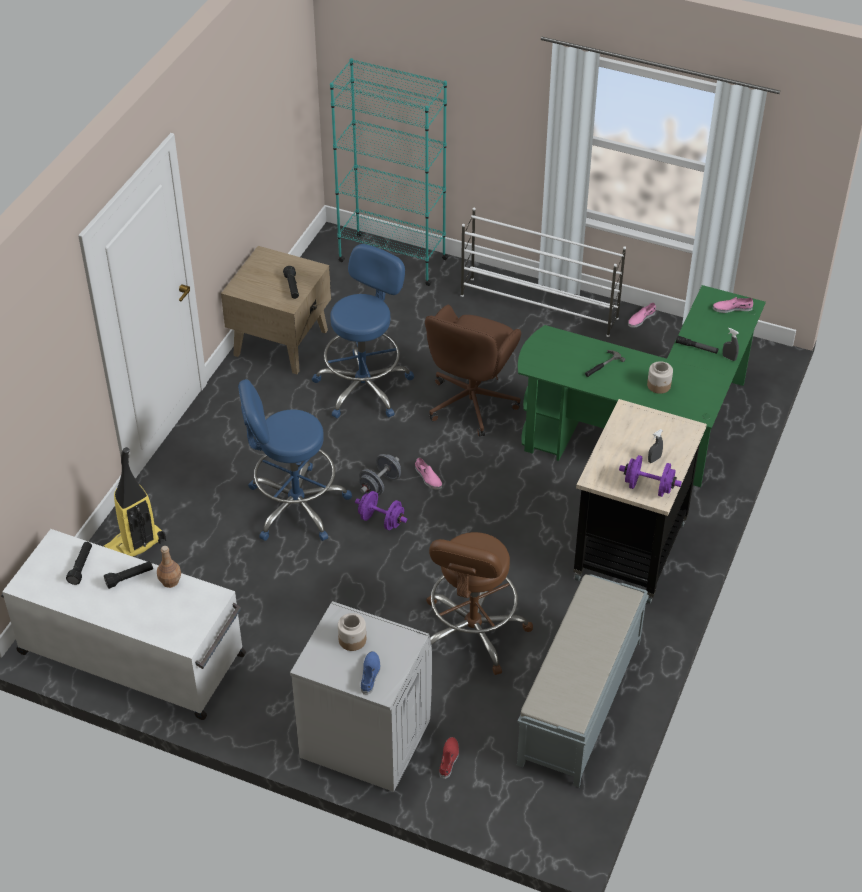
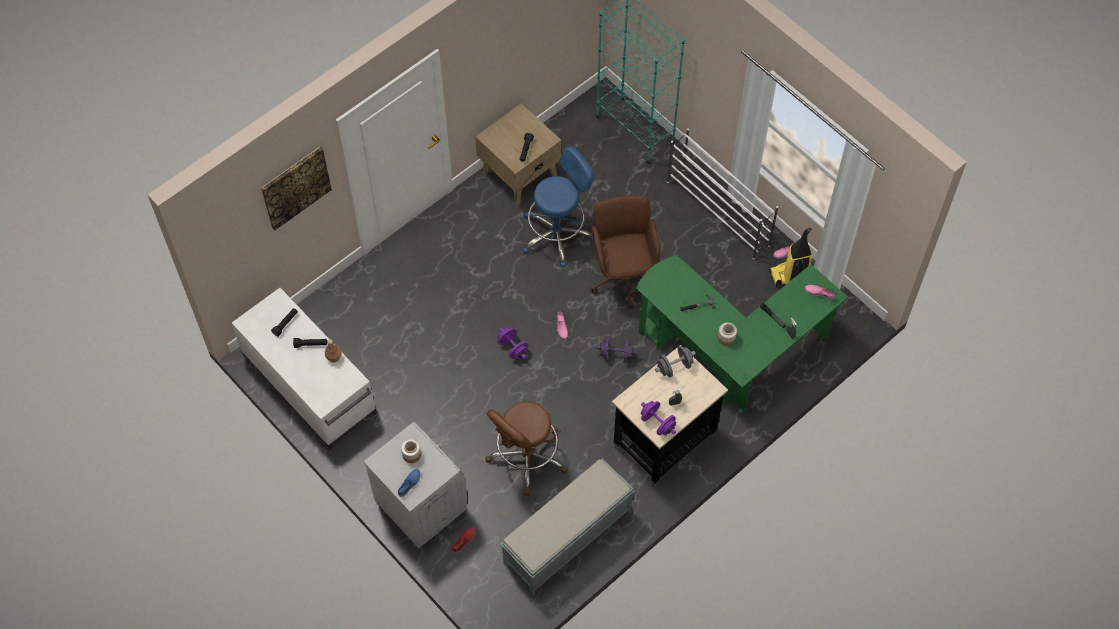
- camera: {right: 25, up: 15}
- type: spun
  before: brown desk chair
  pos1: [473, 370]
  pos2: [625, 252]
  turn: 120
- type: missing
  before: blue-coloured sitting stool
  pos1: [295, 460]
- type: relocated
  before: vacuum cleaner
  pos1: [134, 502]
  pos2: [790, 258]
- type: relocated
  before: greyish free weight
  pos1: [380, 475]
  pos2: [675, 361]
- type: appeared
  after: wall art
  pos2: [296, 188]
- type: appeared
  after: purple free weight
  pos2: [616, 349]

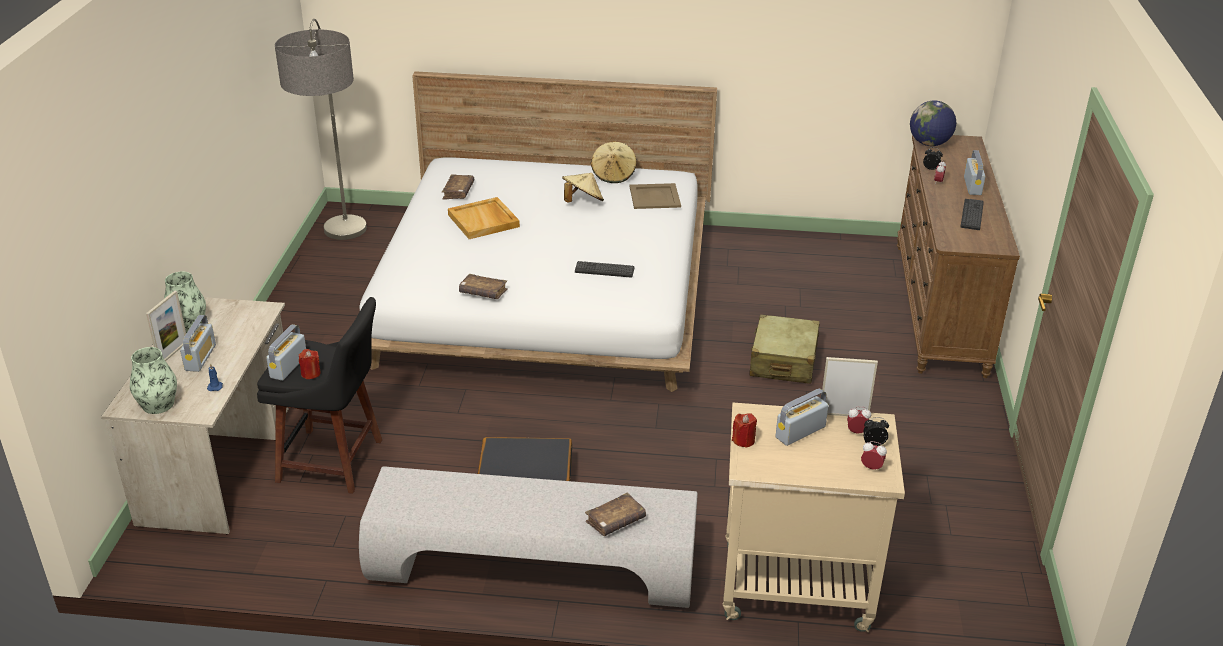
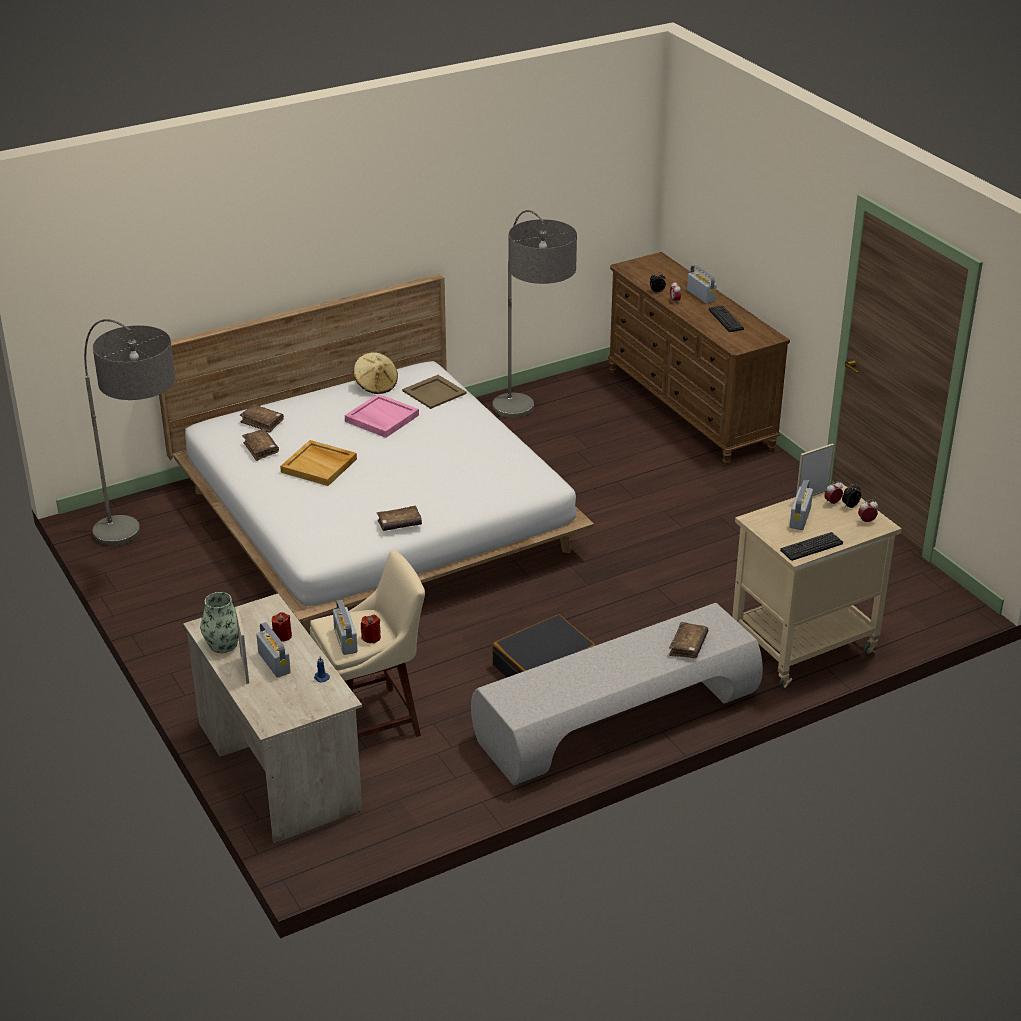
- camera: {right: -35, up: 0}
- type: missing
  before: globe
  pos1: [933, 123]
- type: exchanged
  before: beige-coloured clothing hat
  after: pink-coloured serving tray
  pos1: [583, 188]
  pos2: [382, 416]
- type: relocated
  before: keyboard
  pos1: [604, 269]
  pos2: [811, 546]
- type: colour
  before: blackish sitting stool
  after: beige-coloured sitting stool
  pos1: [319, 395]
  pos2: [367, 644]
- type: missing
  before: beige-coloured suitcase
  pos1: [784, 349]
- type: missing
  before: decorative vase
  pos1: [153, 380]
- type: relocated
  before: red candle
  pos1: [744, 430]
  pos2: [282, 627]
- type: appeared
  after: floor lamp
  pos2: [535, 314]
- type: appeared
  after: brown volume
  pos2: [262, 418]

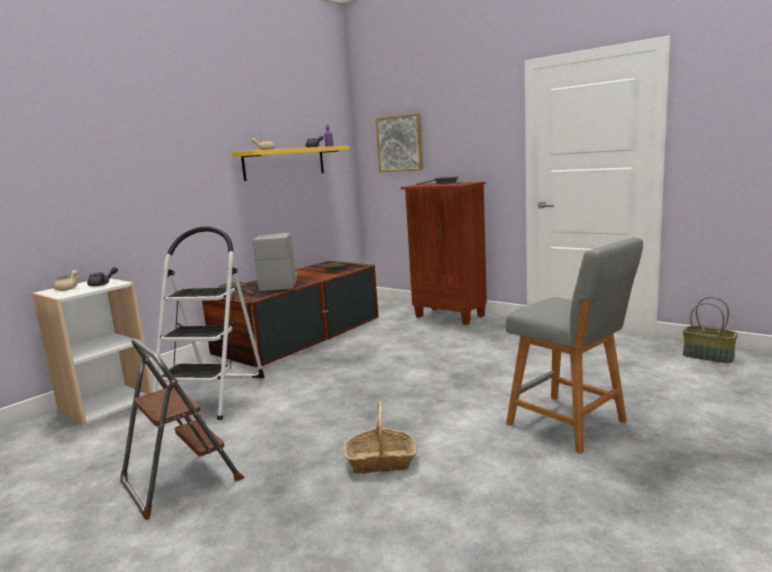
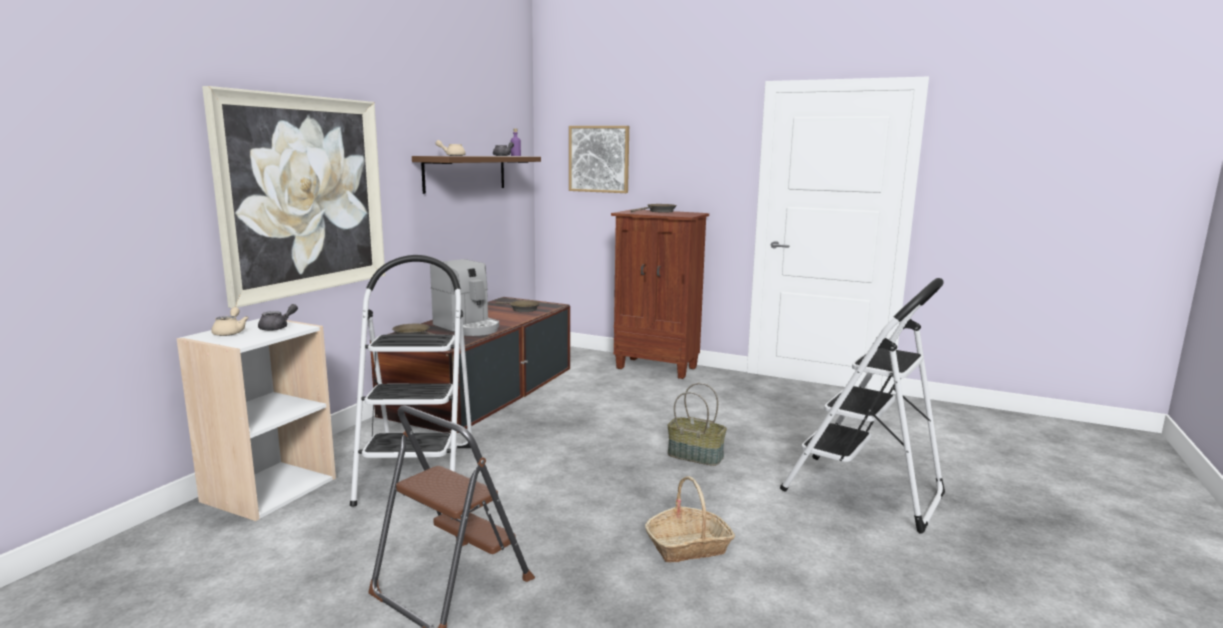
- camera: {right: -15, up: 0}
- type: colour
  before: yellow-coloured bracket shelf
  after: brown bracket shelf
  pos1: [291, 163]
  pos2: [476, 175]
- type: spun
  before: coffee machine
  pos1: [275, 262]
  pos2: [464, 297]
  turn: 150
- type: exchanged
  before: greyish sitting stool
  after: step stool
  pos1: [574, 346]
  pos2: [862, 406]
- type: relocated
  before: storage basket
  pos1: [710, 330]
  pos2: [697, 424]
- type: appeared
  after: wall art
  pos2: [293, 197]

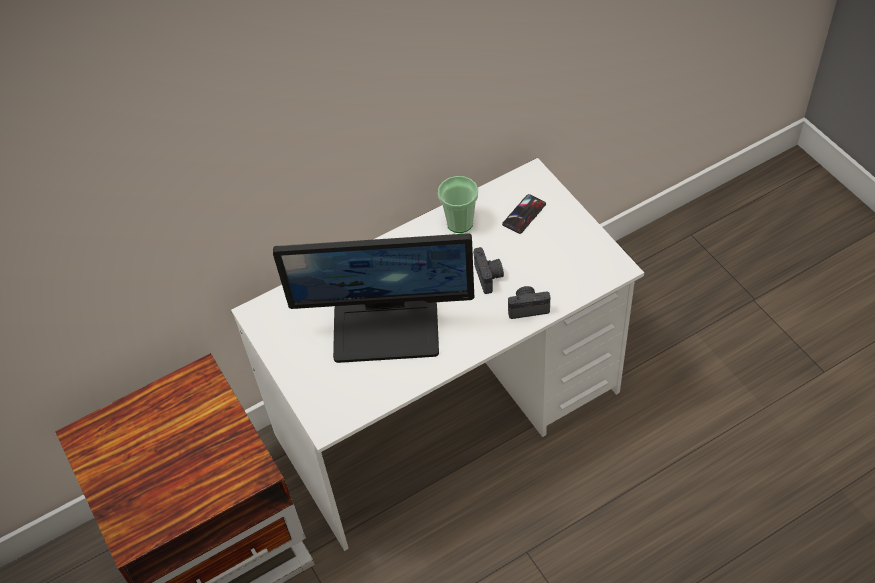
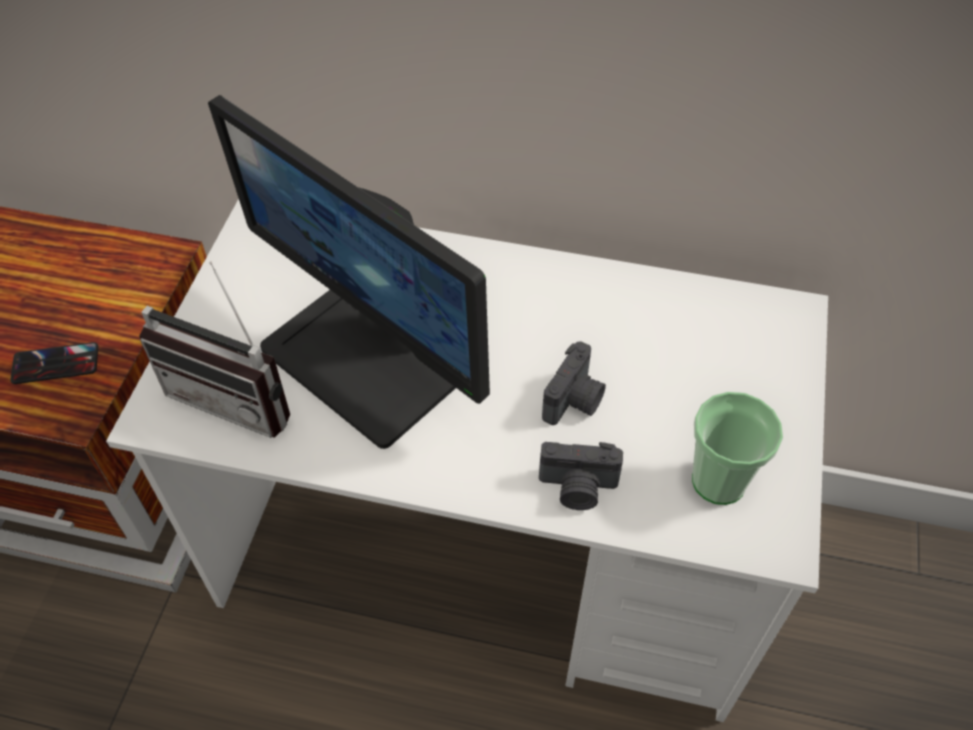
- camera: {right: 40, up: 0}
- type: relocated
  before: small cup
  pos1: [458, 204]
  pos2: [737, 448]
- type: relocated
  before: telephone
  pos1: [524, 214]
  pos2: [54, 363]
- type: spun
  before: still camera
  pos1: [529, 302]
  pos2: [581, 476]
  turn: 150
- type: appeared
  after: radio receiver
  pos2: [214, 349]

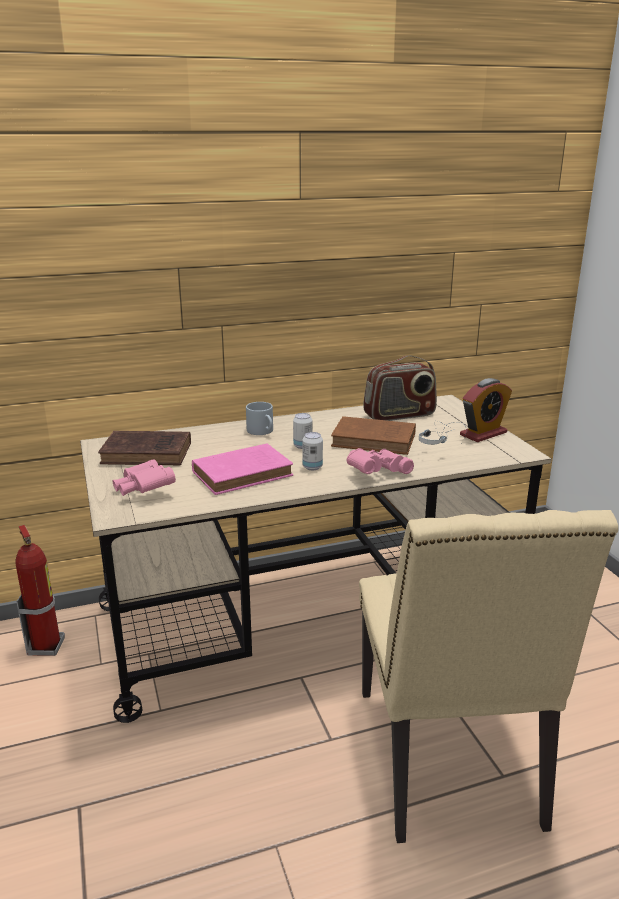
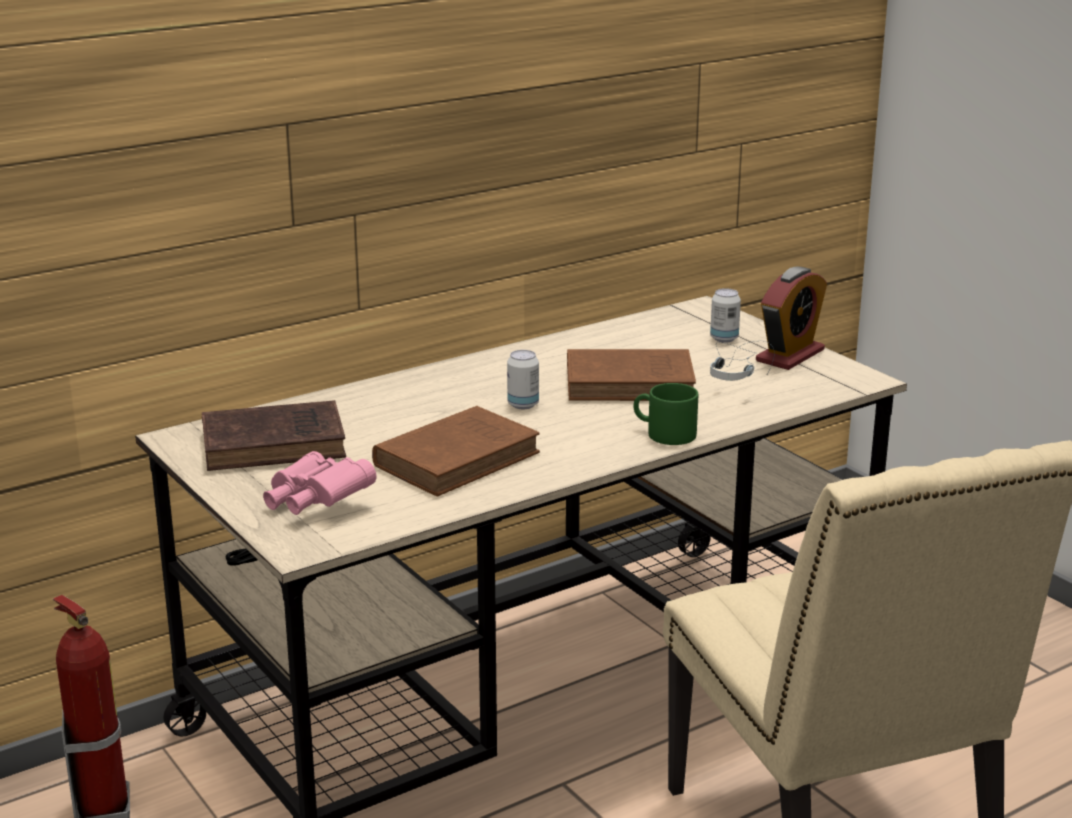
- camera: {right: -15, up: 0}
- type: missing
  before: radio receiver
  pos1: [400, 388]
- type: missing
  before: greyish tea mug
  pos1: [259, 418]
- type: relocated
  before: sealed can
  pos1: [312, 451]
  pos2: [725, 315]
- type: colour
  before: pink-coloured volume
  after: brown volume
  pos1: [242, 469]
  pos2: [456, 451]
- type: exchanged
  before: pink-coloured binoculars
  after: green-coloured tea mug
  pos1: [380, 461]
  pos2: [666, 414]

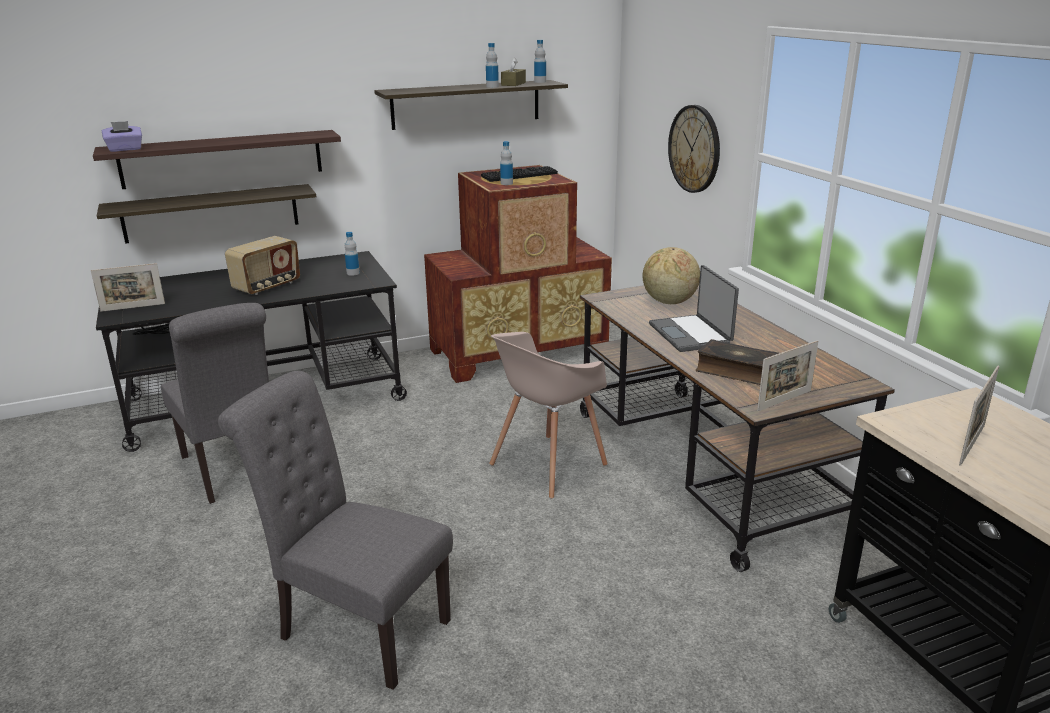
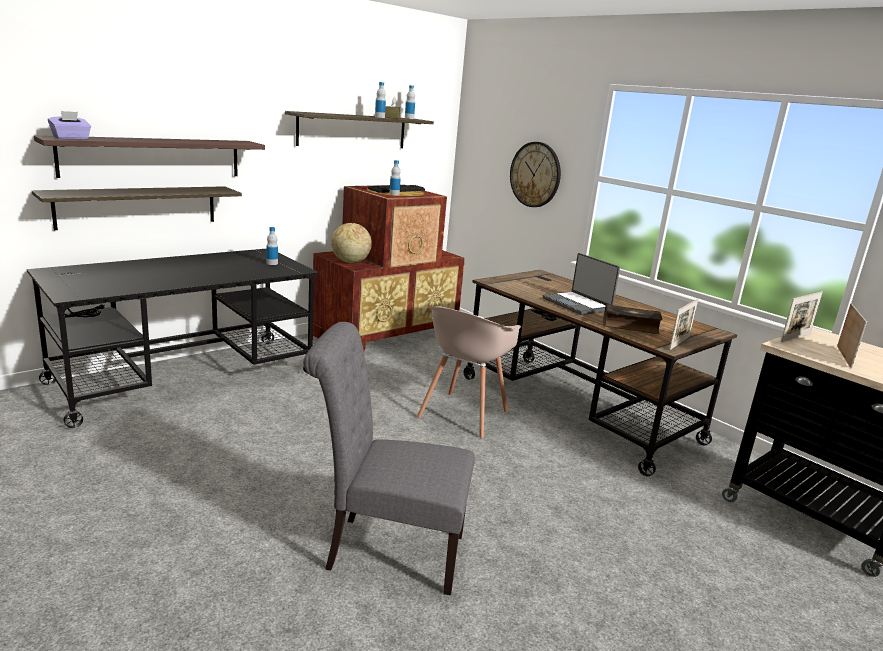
- camera: {right: -20, up: -5}
- type: missing
  before: radio receiver
  pos1: [262, 265]
- type: relocated
  before: globe
  pos1: [671, 275]
  pos2: [351, 243]
- type: relocated
  before: standing frame
  pos1: [128, 287]
  pos2: [802, 316]
- type: missing
  before: greyish plain chair
  pos1: [215, 403]

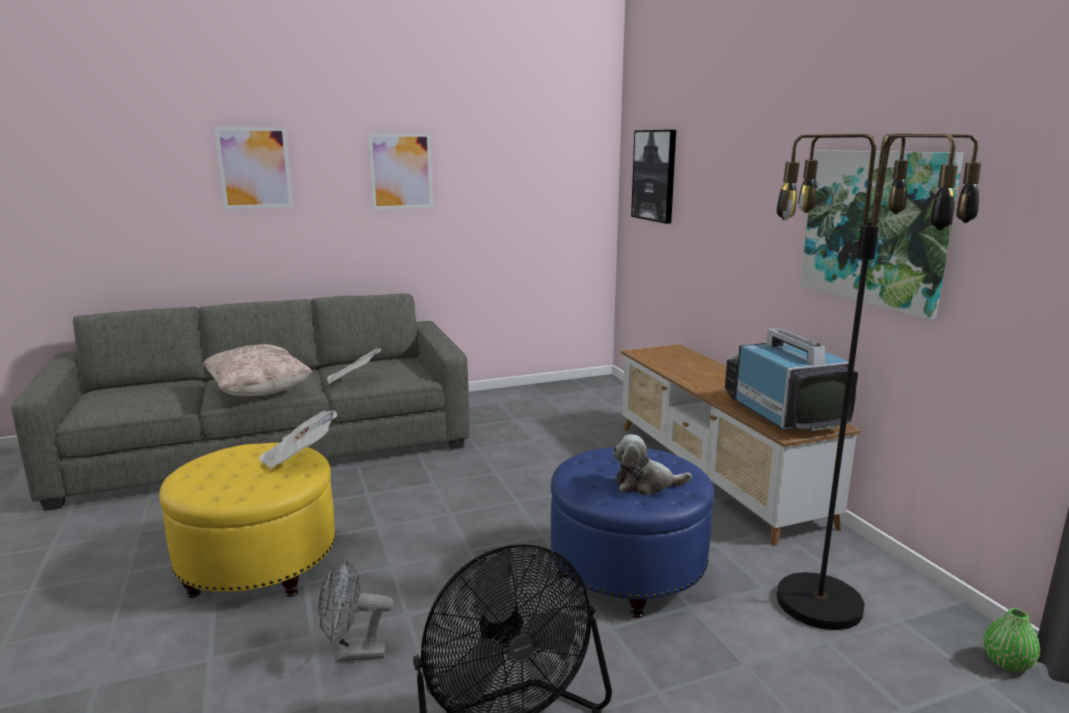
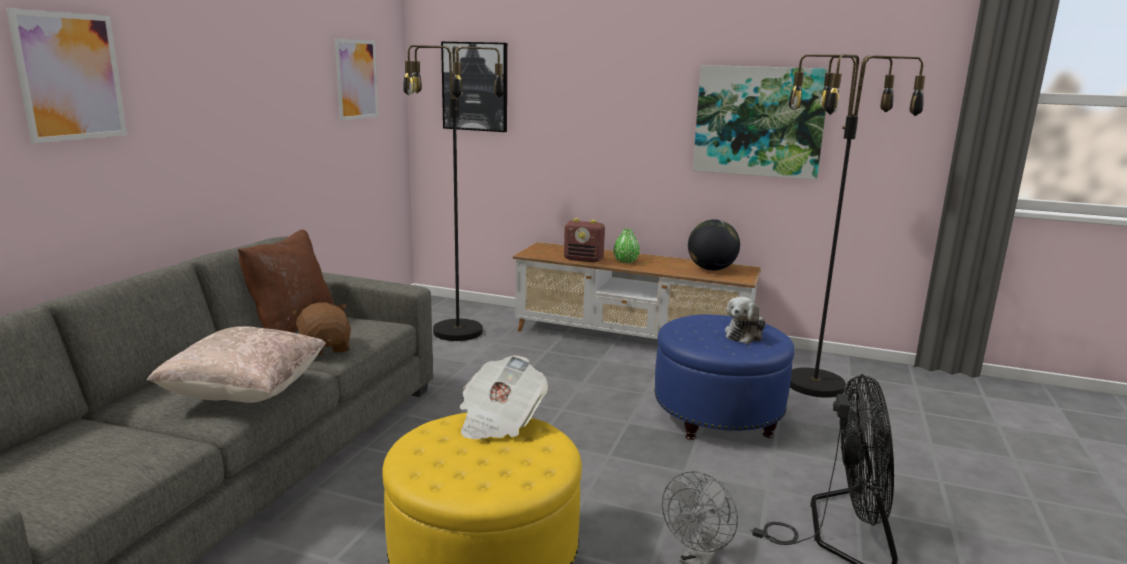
- camera: {right: -50, up: 0}
- type: relocated
  before: wall art
  pos1: [400, 171]
  pos2: [356, 79]
- type: exchanged
  before: television
  after: globe
  pos1: [791, 379]
  pos2: [714, 245]
- type: exchanged
  before: newspaper
  after: brown plush toy
  pos1: [354, 366]
  pos2: [321, 329]
- type: relocated
  before: green-coloured decorative vase
  pos1: [1011, 640]
  pos2: [626, 246]
- type: appeared
  after: floor lamp
  pos2: [453, 193]
- type: appeared
  after: radio receiver
  pos2: [584, 240]
- type: appeared
  after: brown throw pillow
  pos2: [286, 281]

